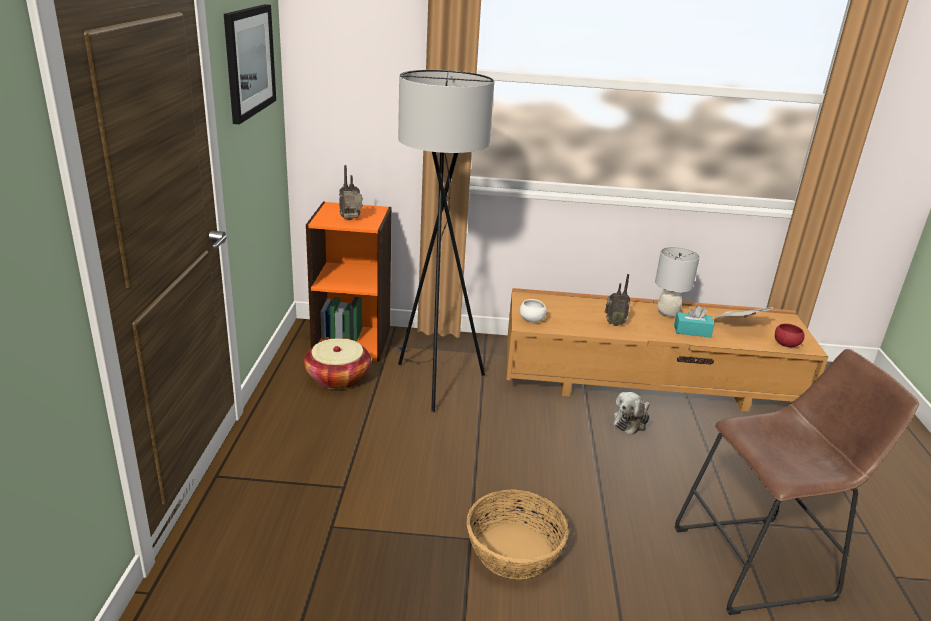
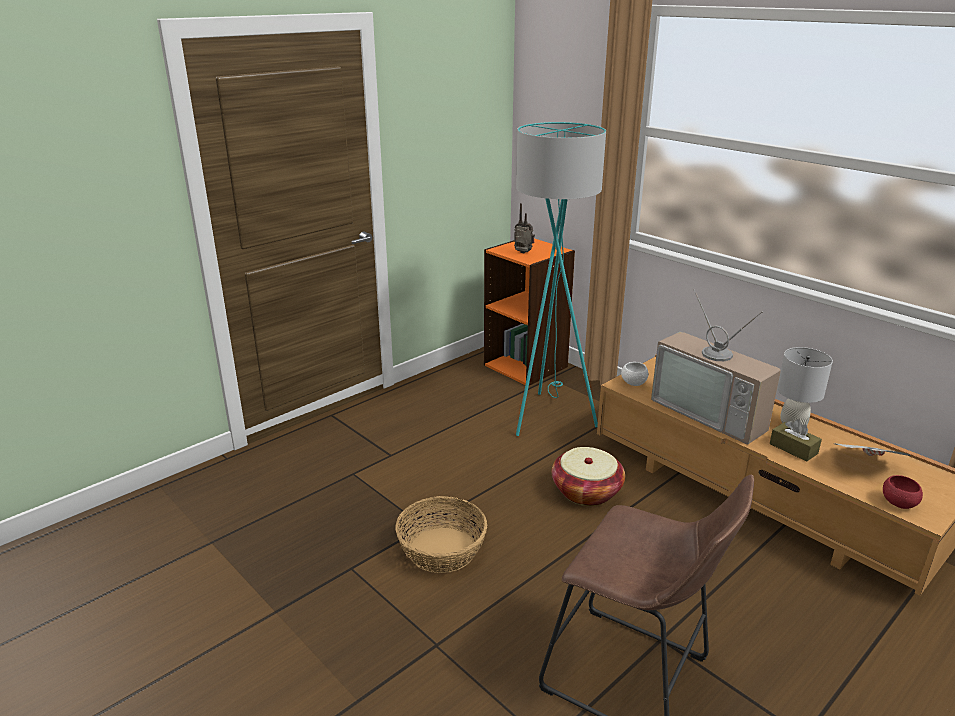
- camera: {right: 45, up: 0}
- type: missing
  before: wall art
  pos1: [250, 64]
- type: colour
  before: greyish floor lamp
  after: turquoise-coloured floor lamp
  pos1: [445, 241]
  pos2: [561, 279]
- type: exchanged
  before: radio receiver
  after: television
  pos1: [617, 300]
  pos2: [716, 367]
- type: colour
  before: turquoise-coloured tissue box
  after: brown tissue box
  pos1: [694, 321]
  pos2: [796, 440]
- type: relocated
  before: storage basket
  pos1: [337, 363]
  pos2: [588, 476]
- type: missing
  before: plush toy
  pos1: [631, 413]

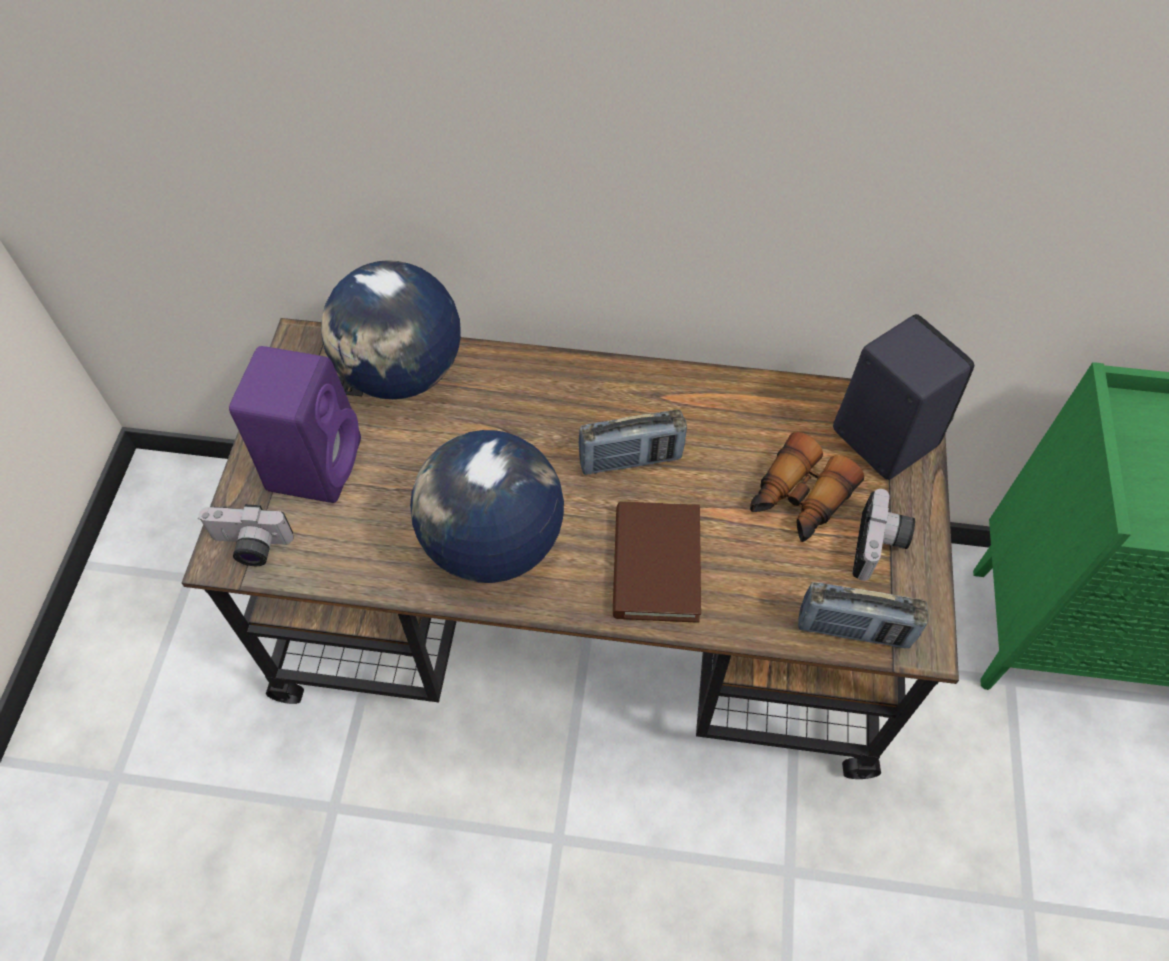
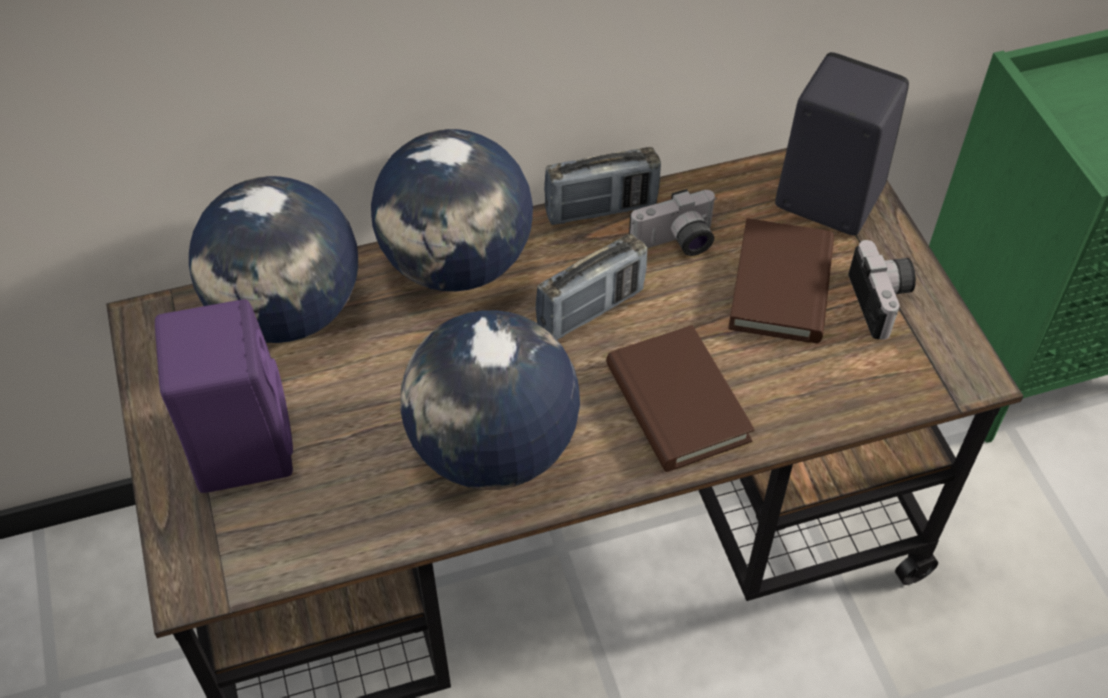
- camera: {right: -25, up: -5}
- type: exchanged
  before: binoculars
  after: brown volume
  pos1: [807, 487]
  pos2: [781, 280]
- type: relocated
  before: still camera
  pos1: [246, 535]
  pos2: [673, 222]
- type: relocated
  before: radio receiver
  pos1: [863, 615]
  pos2: [602, 186]
- type: appeared
  after: globe
  pos2: [452, 210]

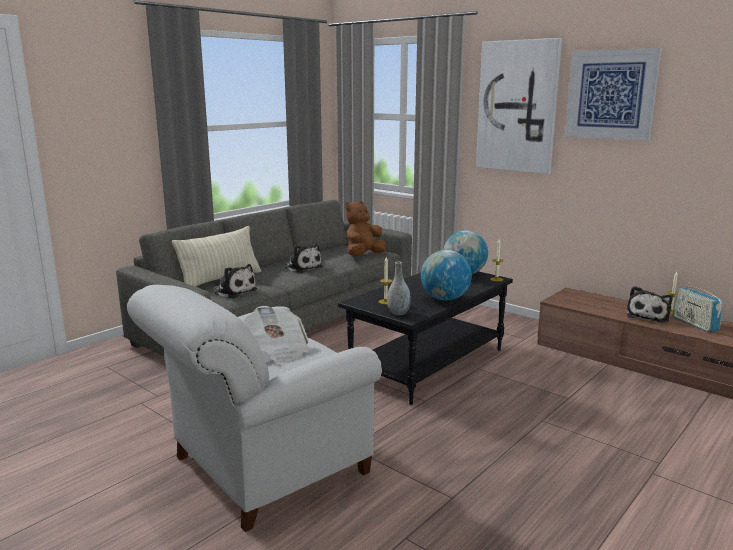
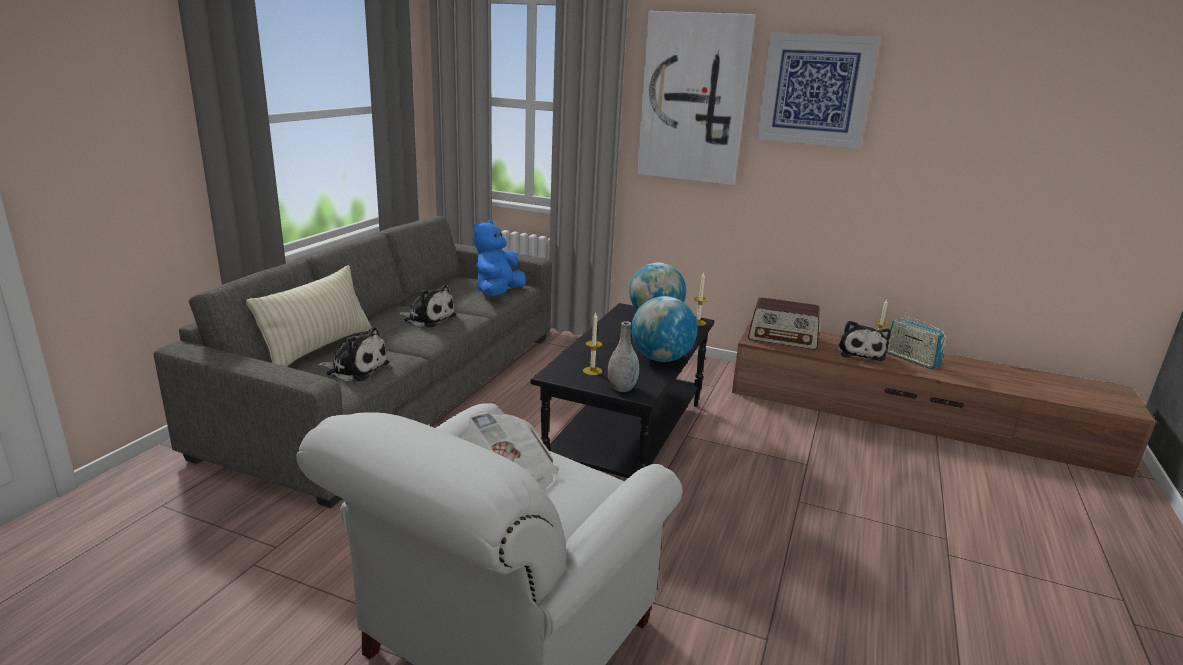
- camera: {right: -20, up: 5}
- type: colour
  before: brown plush toy
  after: blue-coloured plush toy
  pos1: [365, 228]
  pos2: [499, 258]
- type: appeared
  after: radio receiver
  pos2: [784, 323]

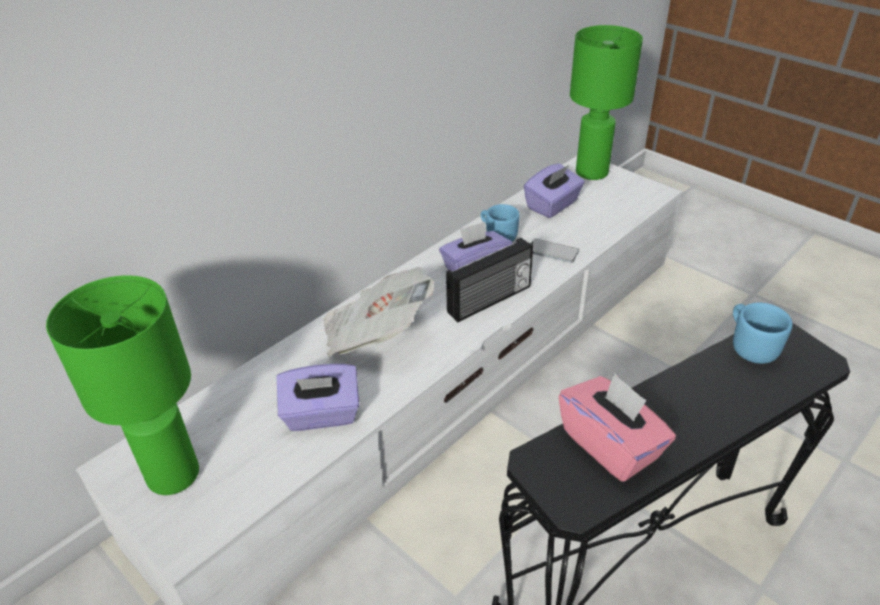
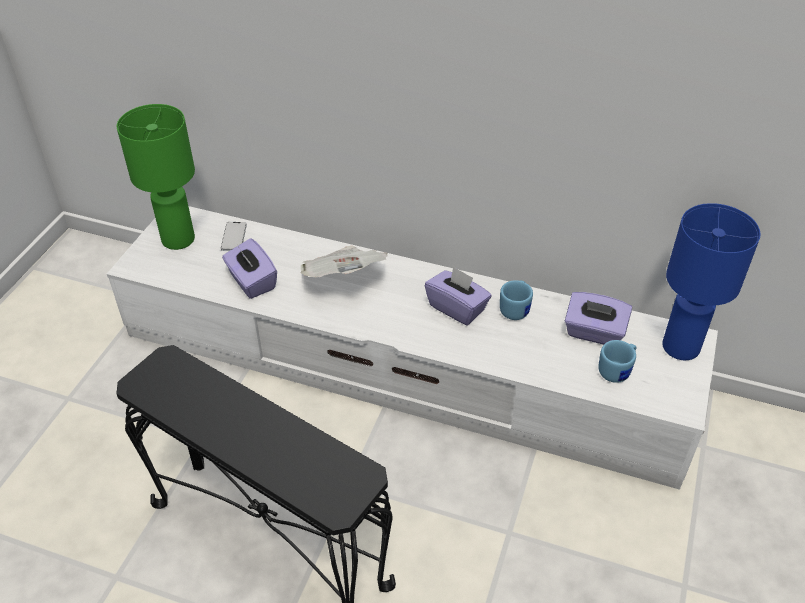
- camera: {right: 65, up: 5}
- type: colour
  before: green-coloured table lamp
  after: blue-coloured table lamp
  pos1: [606, 102]
  pos2: [711, 281]
- type: missing
  before: radio receiver
  pos1: [489, 280]
- type: relocated
  before: telephone
  pos1: [555, 251]
  pos2: [234, 236]
- type: relocated
  before: blue-coloured tea mug
  pos1: [763, 333]
  pos2: [617, 361]
- type: missing
  before: pink-coloured tissue box
  pos1: [617, 427]

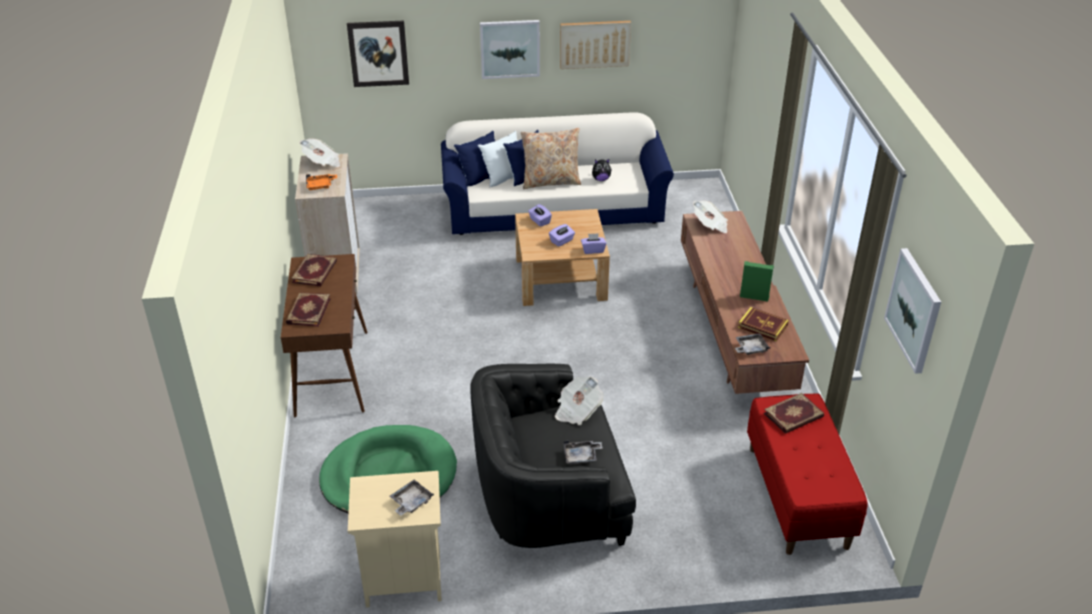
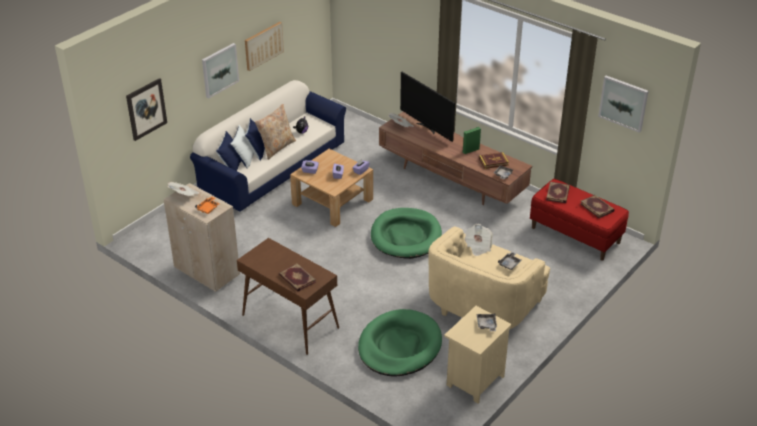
- camera: {right: -45, up: 0}
- type: relocated
  before: volume
  pos1: [314, 270]
  pos2: [597, 206]
- type: colour
  before: blackish lounge chair
  after: beige-coloured lounge chair
  pos1: [553, 456]
  pos2: [489, 277]
- type: appeared
  after: television
  pos2: [427, 107]
- type: appeared
  after: green-coloured dog bed
  pos2: [406, 233]

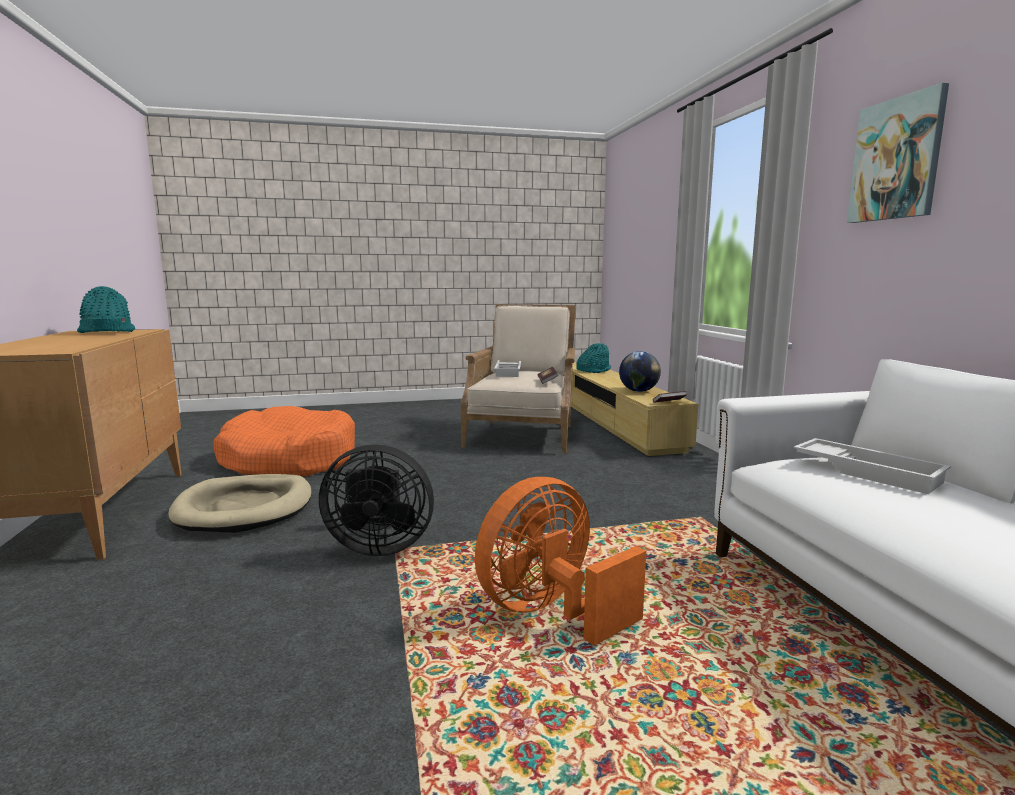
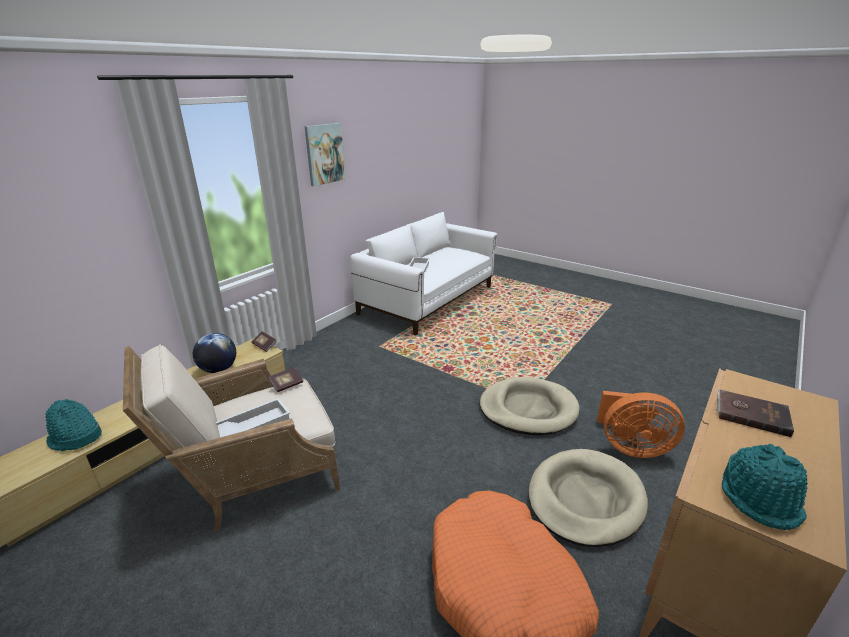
- camera: {right: -130, up: 15}
- type: exchanged
  before: blackish fan
  after: beige-coloured dog bed
  pos1: [376, 500]
  pos2: [530, 406]
- type: relocated
  before: orangey fan
  pos1: [560, 561]
  pos2: [641, 424]
- type: appeared
  after: brown volume
  pos2: [755, 413]

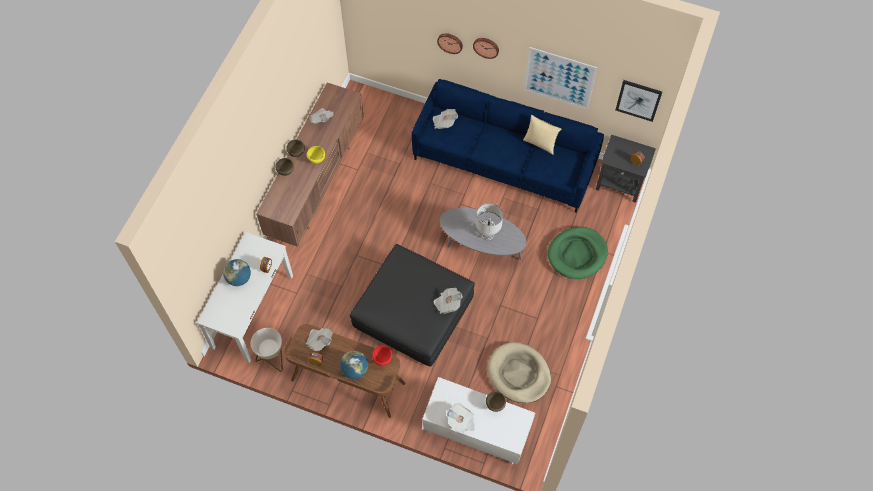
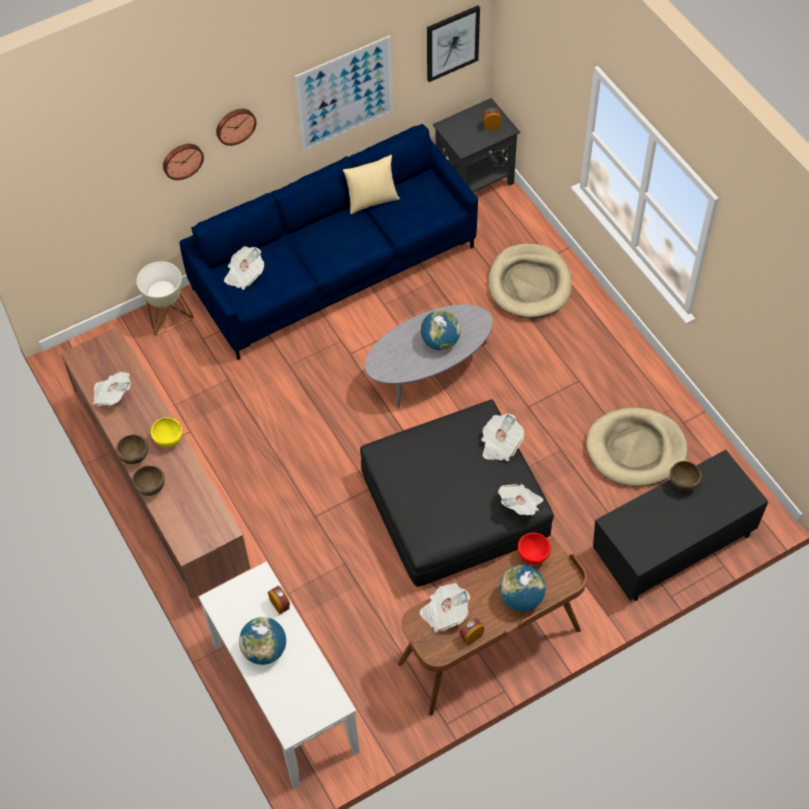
- camera: {right: -50, up: -5}
- type: exchanged
  before: white-coloured table lamp
  after: globe
  pos1: [489, 222]
  pos2: [441, 330]
- type: colour
  before: green-coloured dog bed
  after: beige-coloured dog bed
  pos1: [578, 253]
  pos2: [530, 281]
- type: relocated
  before: flower pot
  pos1: [267, 350]
  pos2: [164, 298]
- type: colour
  before: white-coloured tv unit
  after: blackish tv unit
  pos1: [478, 421]
  pos2: [681, 526]
- type: relocated
  before: newspaper
  pos1: [460, 418]
  pos2: [520, 499]

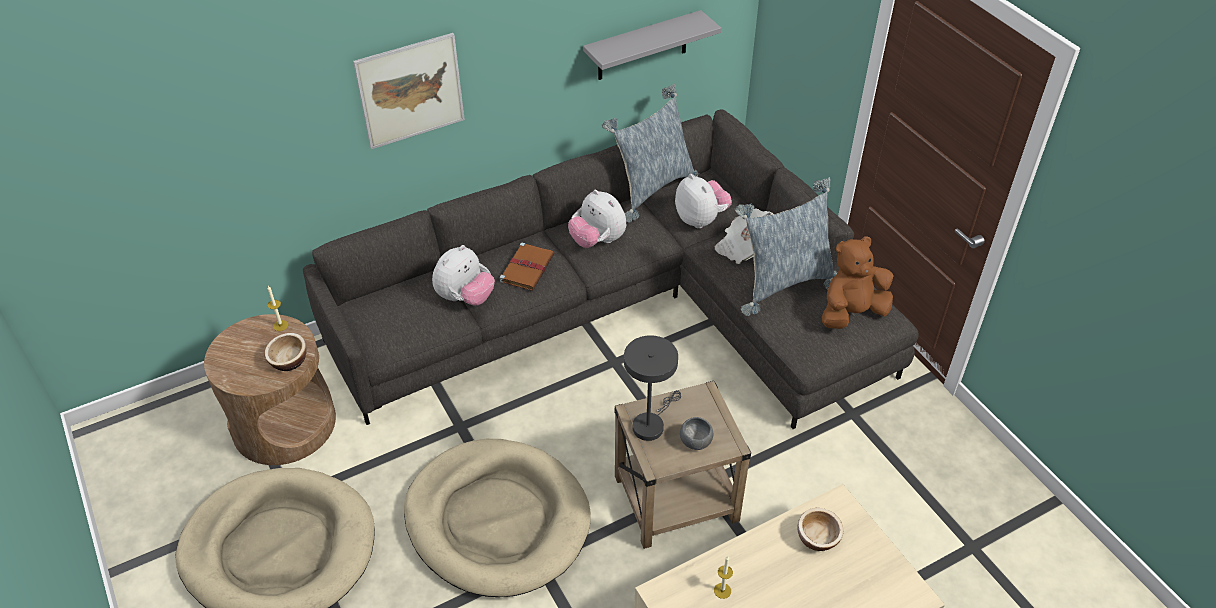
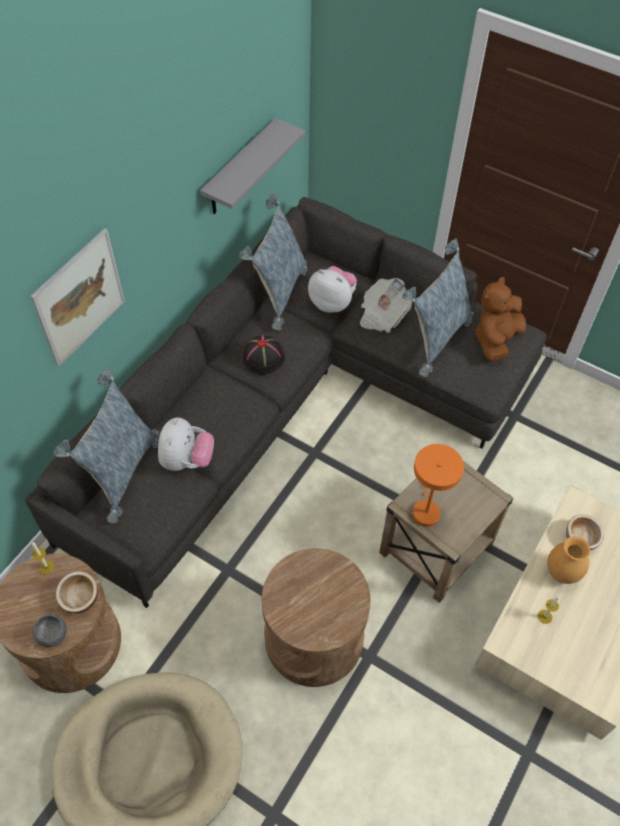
- camera: {right: -30, up: 10}
- type: exchanged
  before: plush toy
  after: blackish clothing hat
  pos1: [597, 219]
  pos2: [264, 355]
- type: missing
  before: brown volume
  pos1: [527, 266]
- type: colour
  before: greyish table lamp
  after: orangey table lamp
  pos1: [652, 388]
  pos2: [438, 485]
- type: relocated
  before: greyish deep dish
  pos1: [696, 433]
  pos2: [50, 630]
- type: exchanged
  before: beige-coloured dog bed
  after: brown side table
  pos1: [497, 518]
  pos2: [316, 617]
- type: appeared
  after: throw pillow
  pos2: [107, 445]
- type: appeared
  after: brown decorative vase
  pos2: [569, 560]

